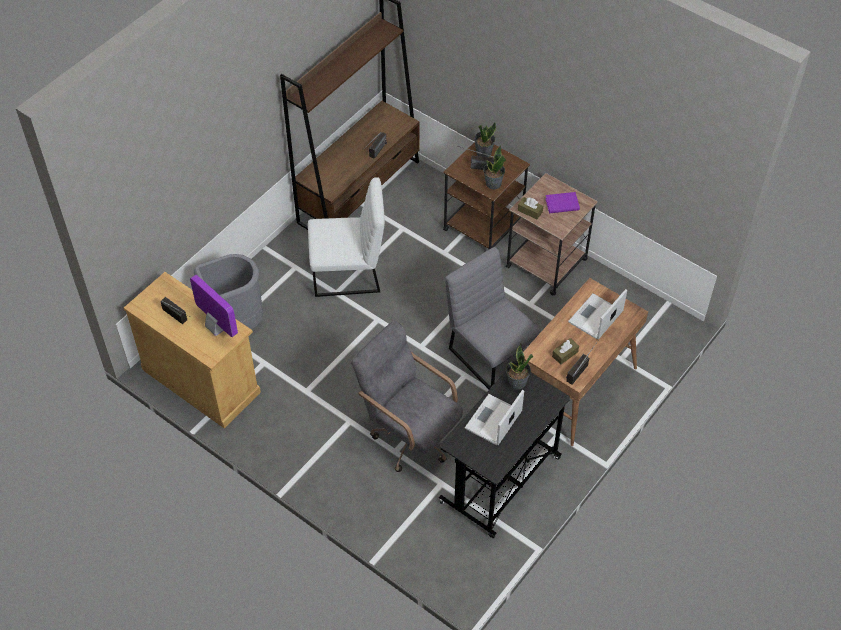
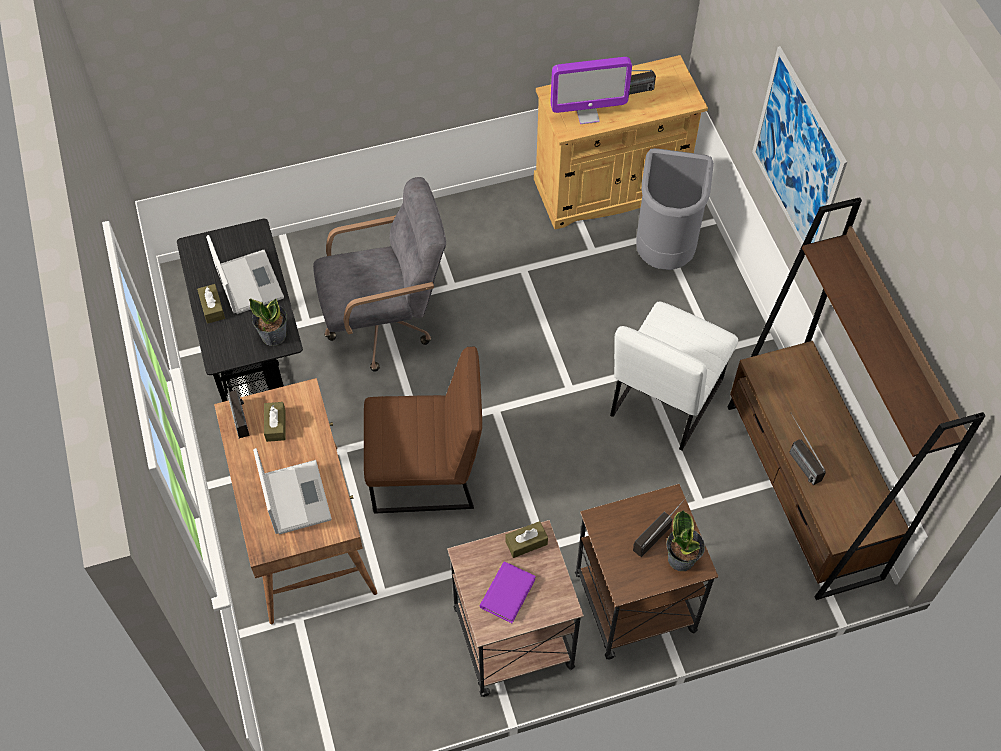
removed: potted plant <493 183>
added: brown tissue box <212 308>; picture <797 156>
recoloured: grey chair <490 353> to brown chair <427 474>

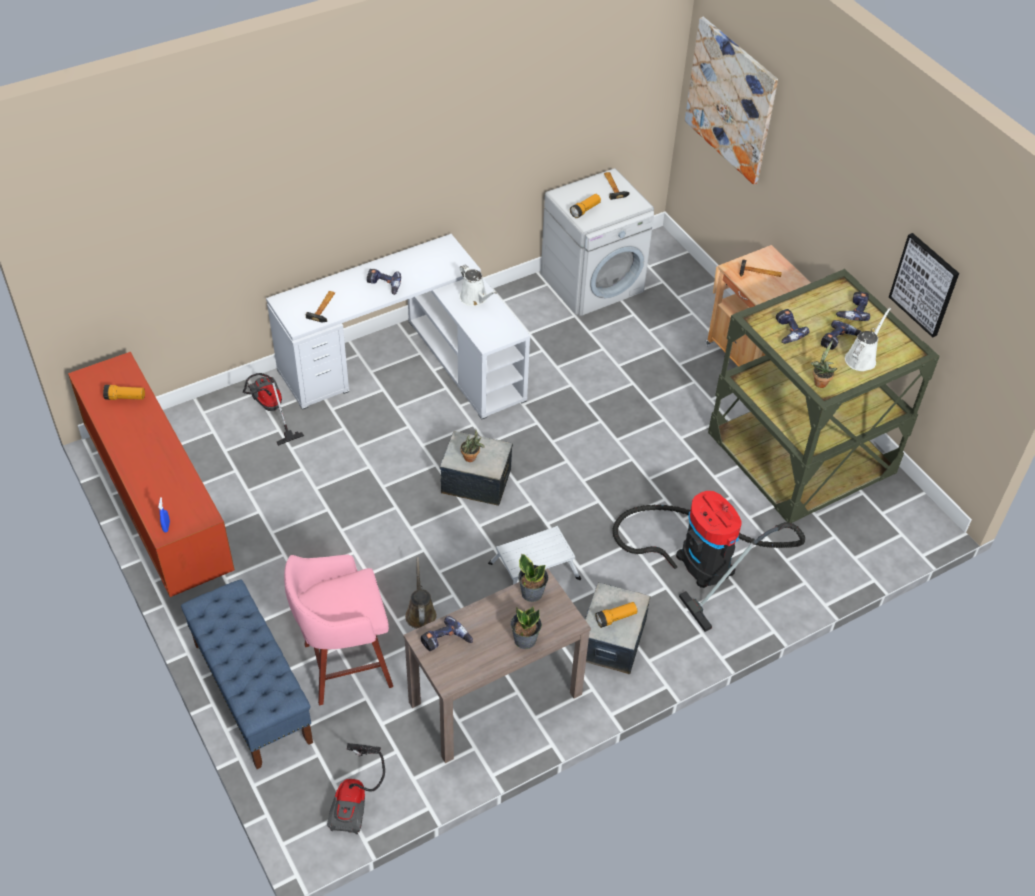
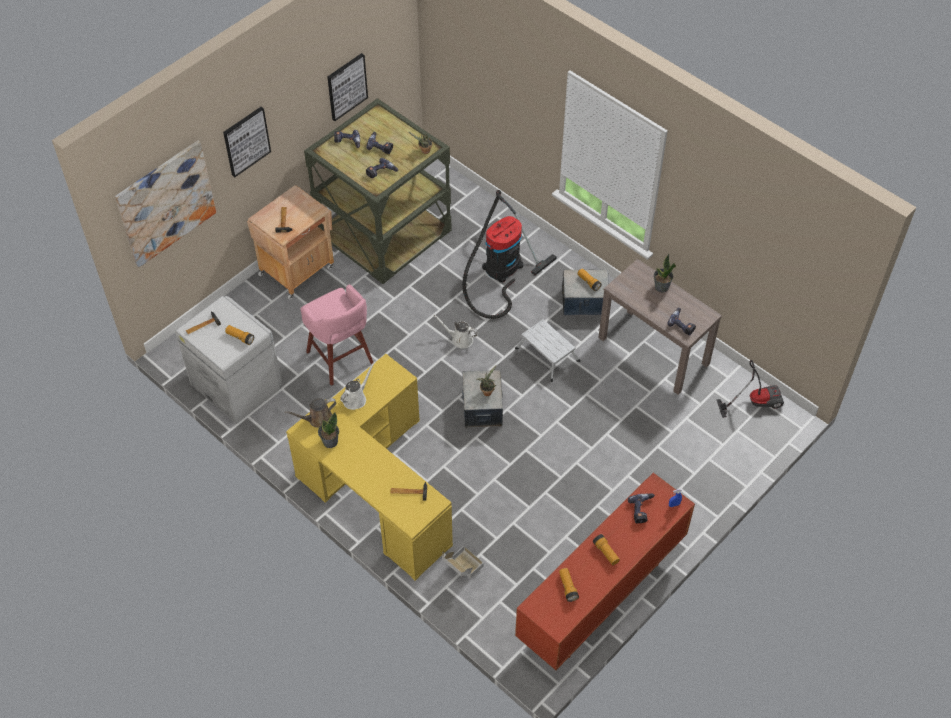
removed: blue bench <252 692>
added: picture <246 141>; flashlight <606 553>
moved: brown watering can <420 613> to <317 419>; pink stool <344 666> to <341 359>; potted plant <532 592> to <330 441>; white watering can <862 358> to <460 339>; power drill <383 286> to <642 510>
replaced: vacuum cleaner <269 410> to cardboard box <461 569>
recoloured: white desk <410 363> to yellow desk <373 486>

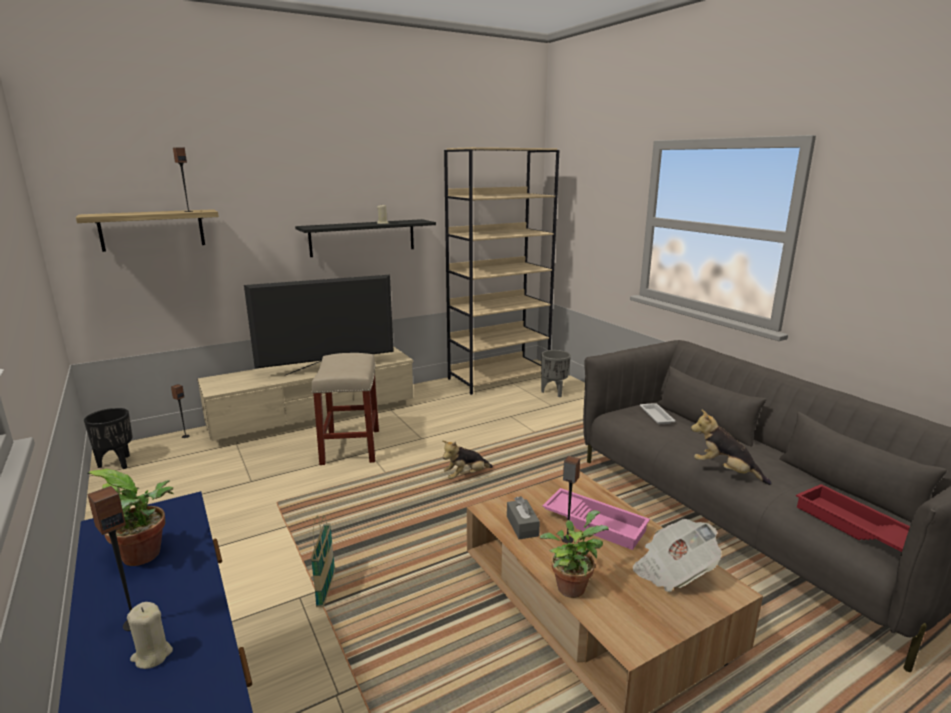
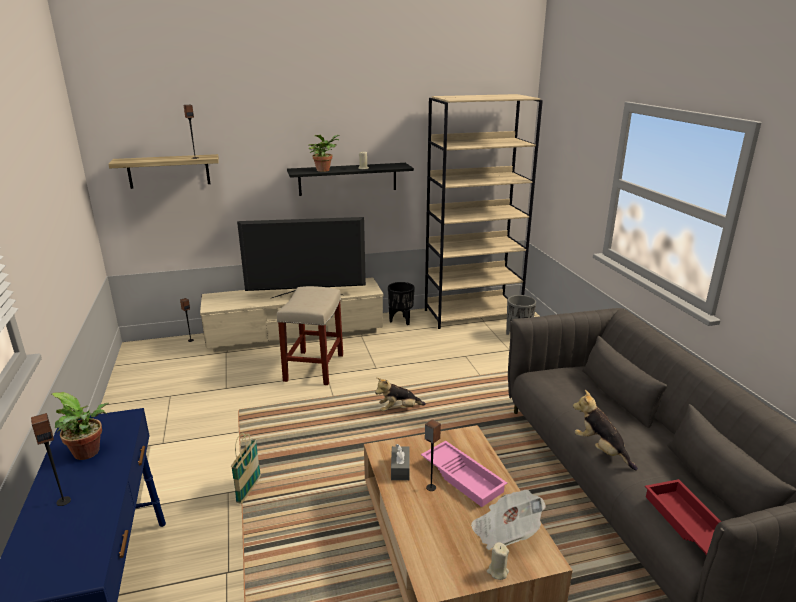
removed: white tray <656 416>
moved: potted plant <571 585> to <324 170>; black planter <117 463> to <401 321>; beige candle <152 655> to <497 571>

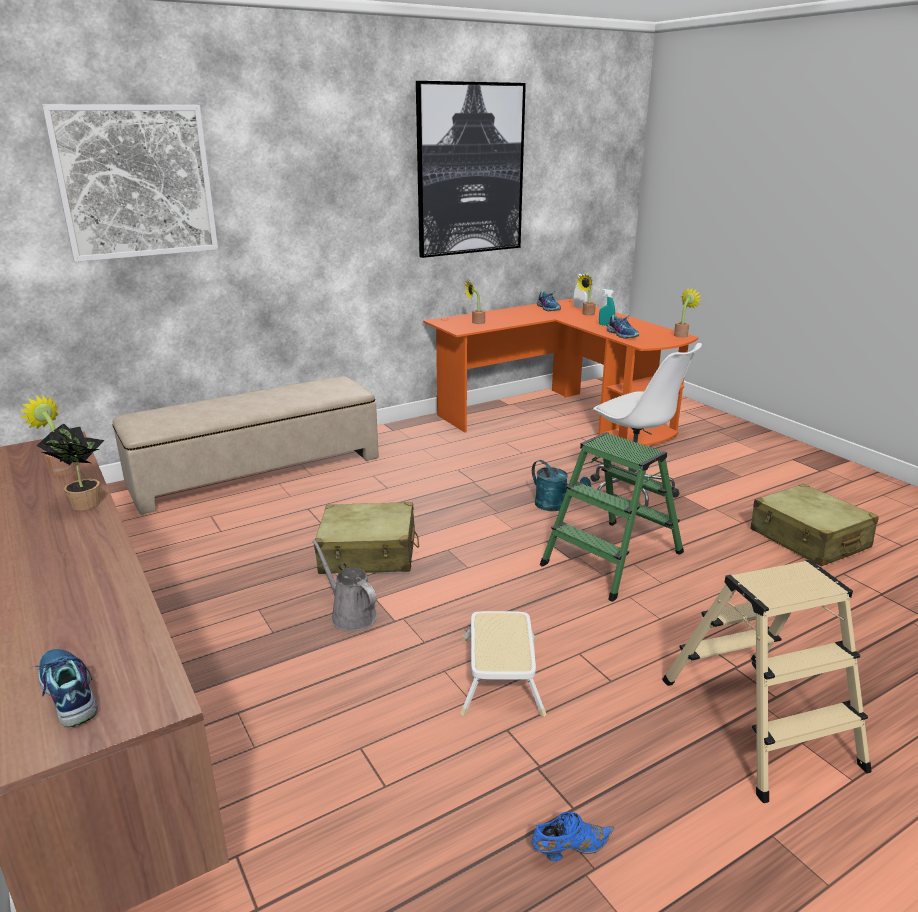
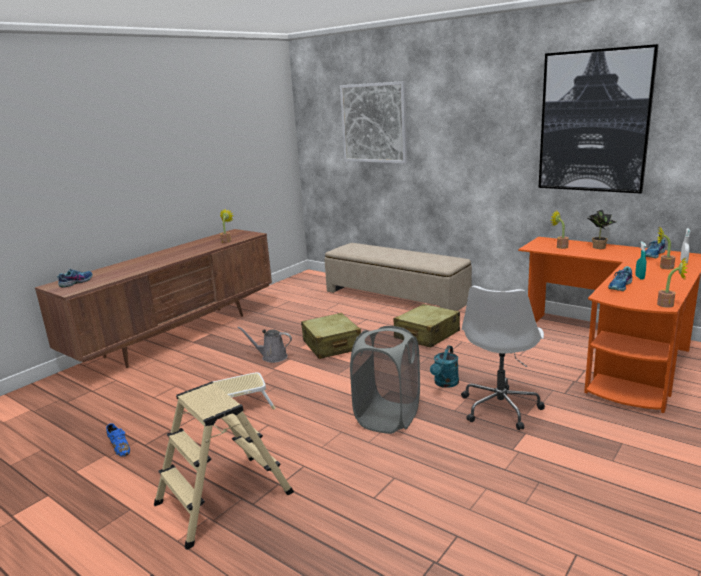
moved: beige suitcase <809 539> to <426 335>; potted plant <83 502> to <598 247>
replaced: green step ladder <612 558> to grey laundry basket <388 417>
turned: grey watering can <350 614> = <272 357> 105 degrees counterclockwise

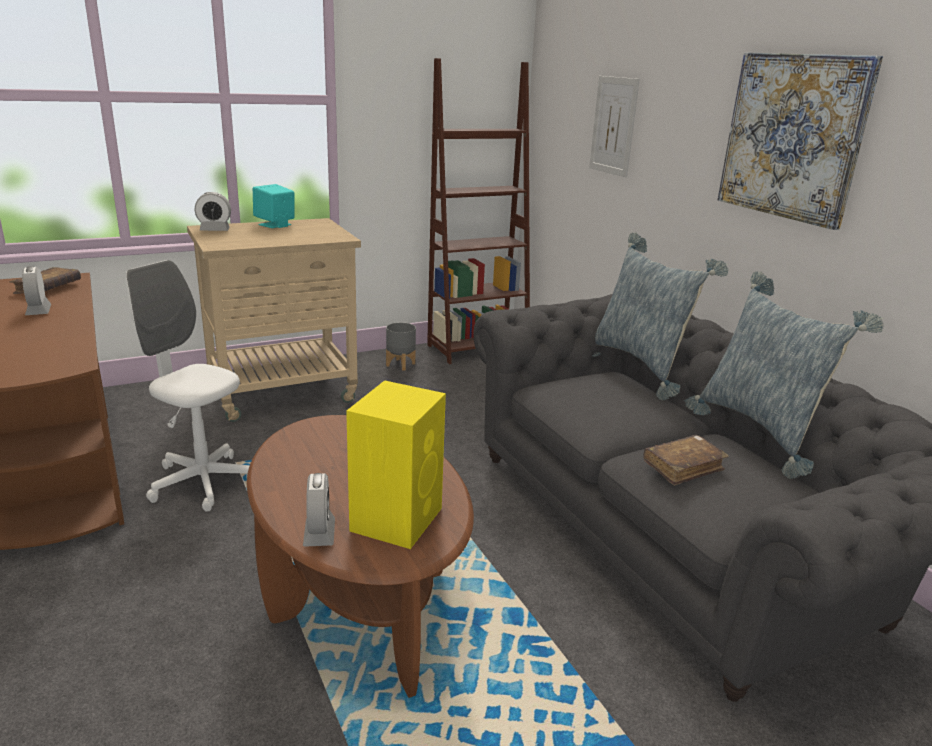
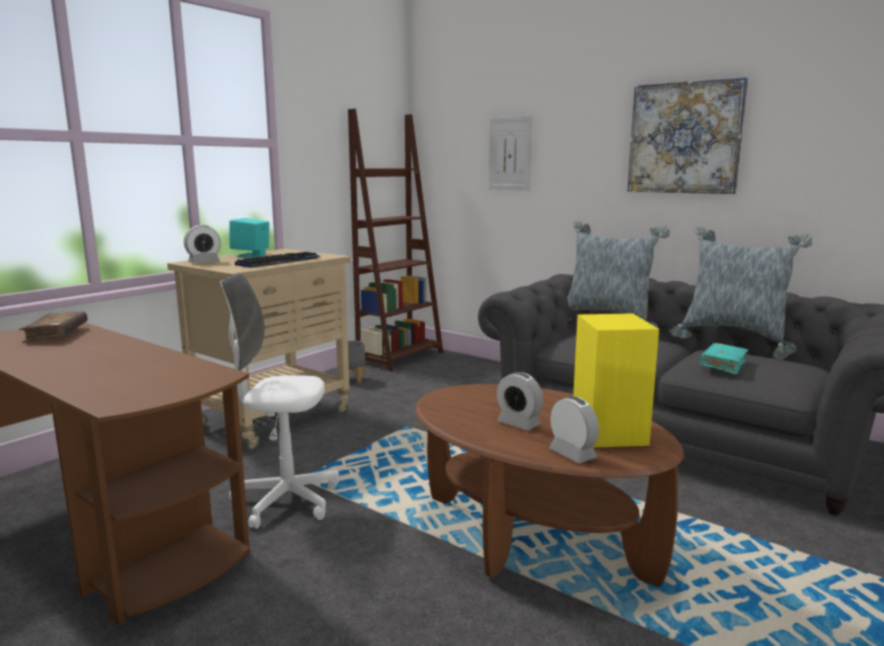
added: keyboard <279 261>
moved: alarm clock <38 311> to <518 424>
recoloured: brown book <683 467> to turquoise book <723 365>

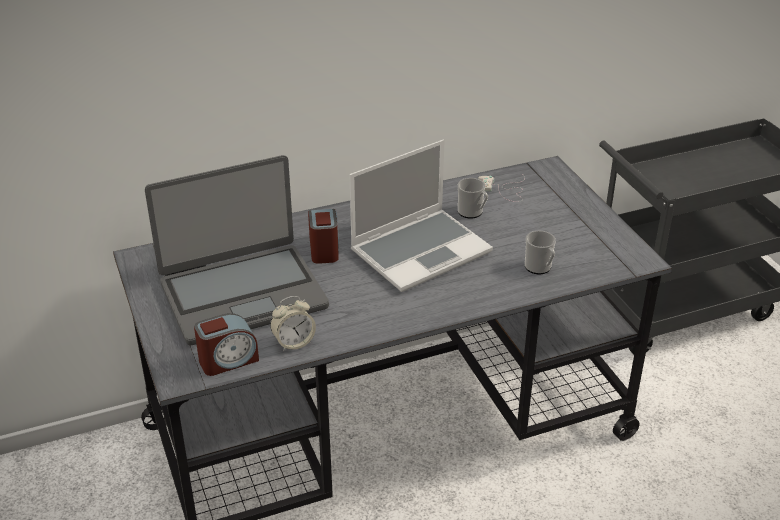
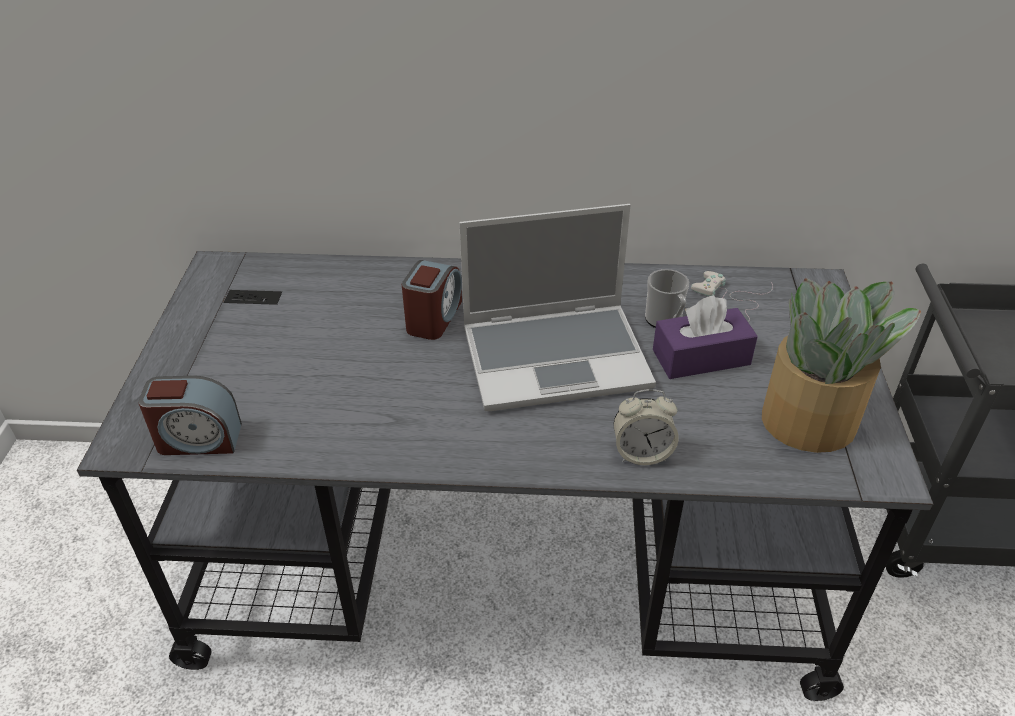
removed: laptop <242 294>; mug <540 268>
added: purple tissue box <701 357>; potted plant <811 422>
moved: alarm clock <293 342> to <642 453>

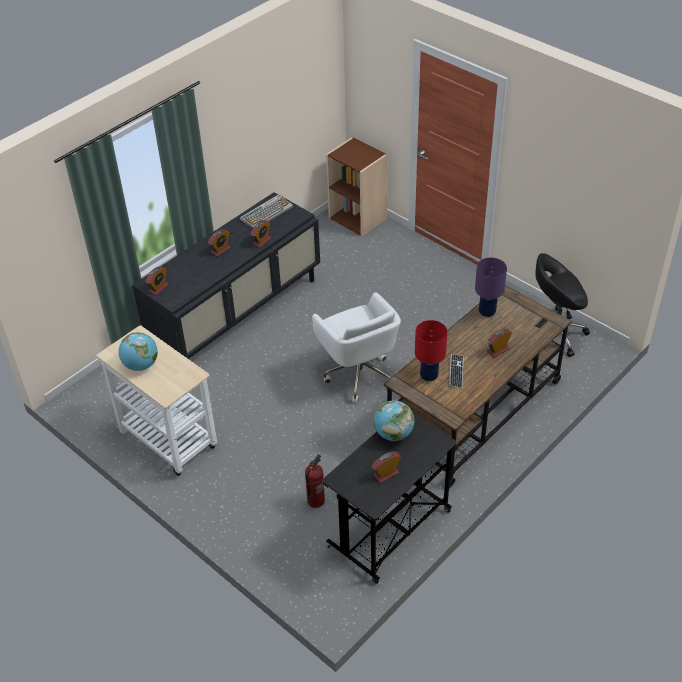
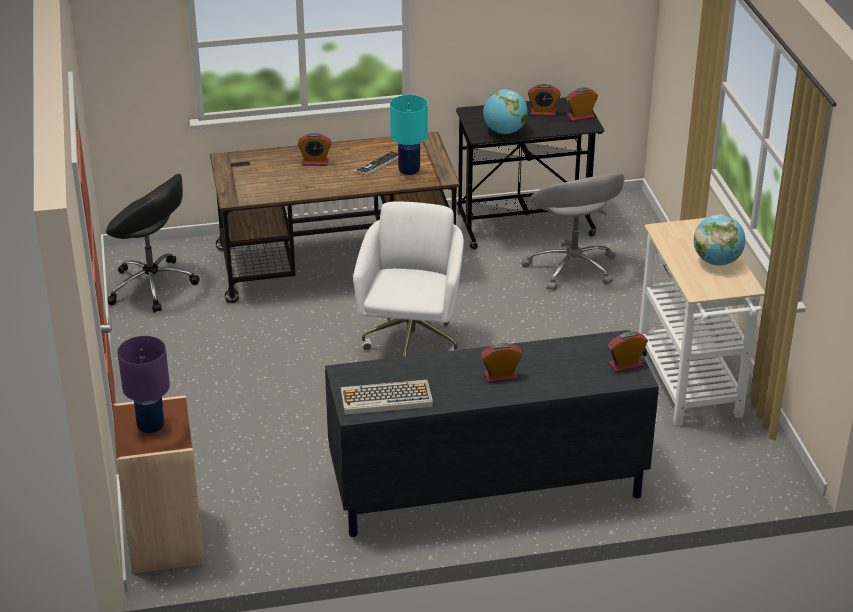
moved: purple table lamp <487 312> to <150 427>; alarm clock <261 241> to <580 116>
replaced: fire extinguisher <315 500> to grey office chair <572 269>
recoloured: red table lamp <428 376> to turquoise table lamp <409 171>

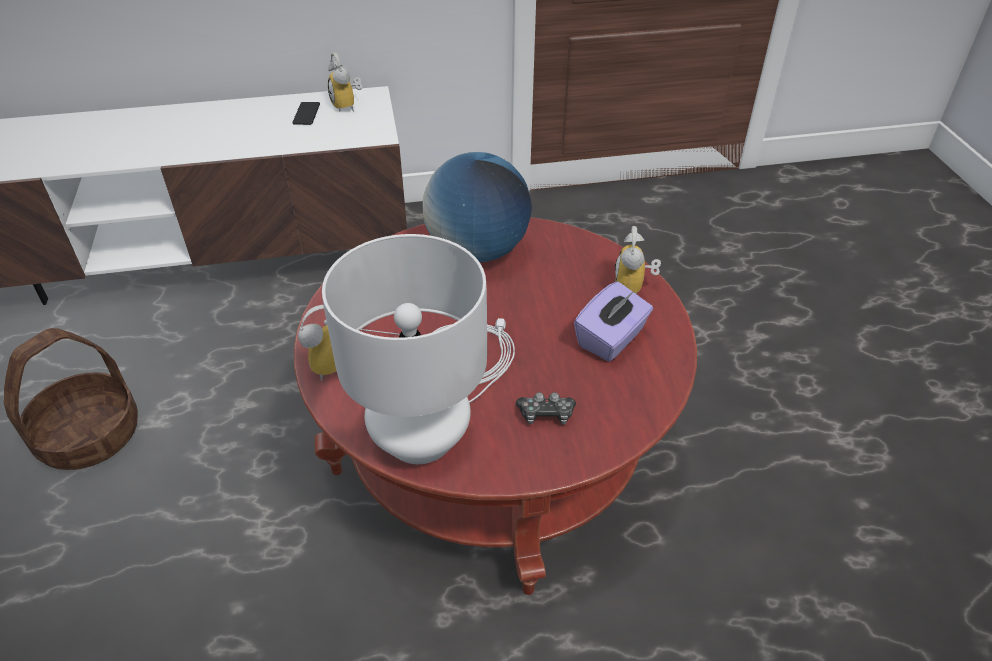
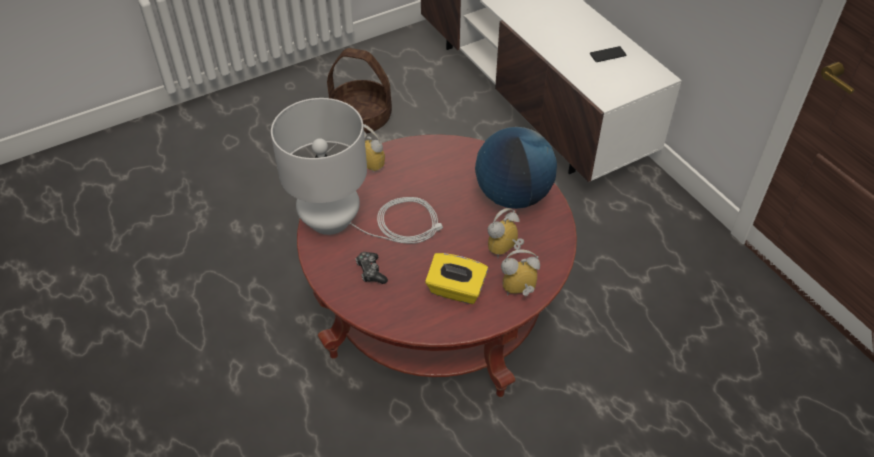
moved: alarm clock <348 105> to <505 251>
recoloured: purple tissue box <611 339> to yellow tissue box <456 290>

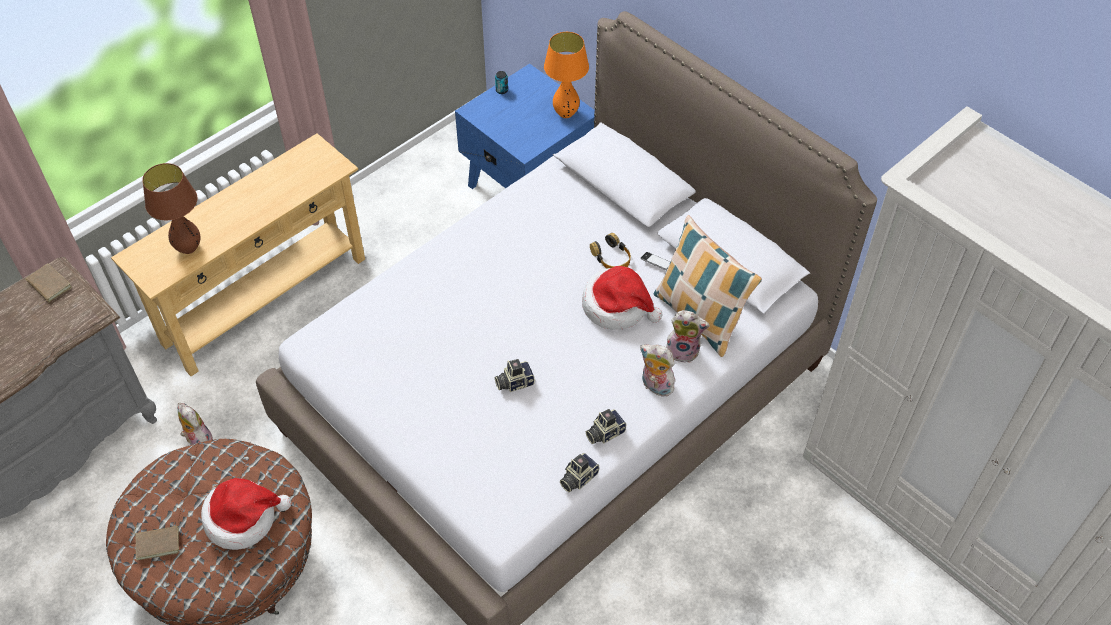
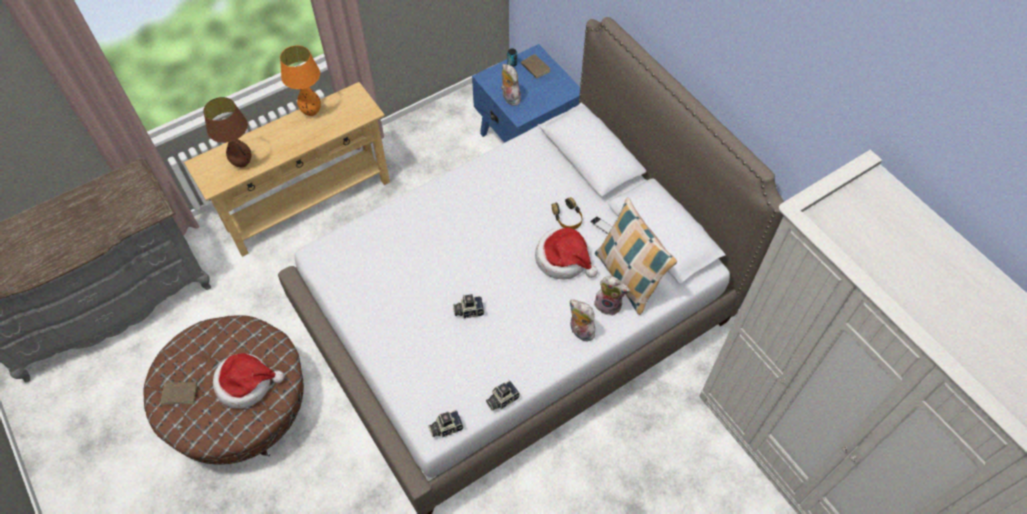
moved: orange table lamp <566 114> to <312 112>; photo camera <604 432> to <445 427>; plush toy <198 441> to <509 98>; brown book <48 285> to <534 68>

